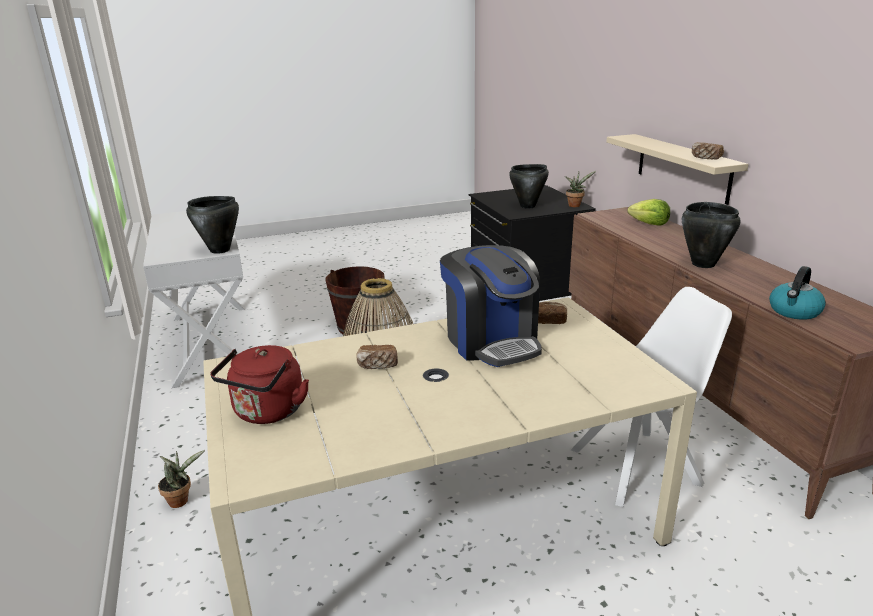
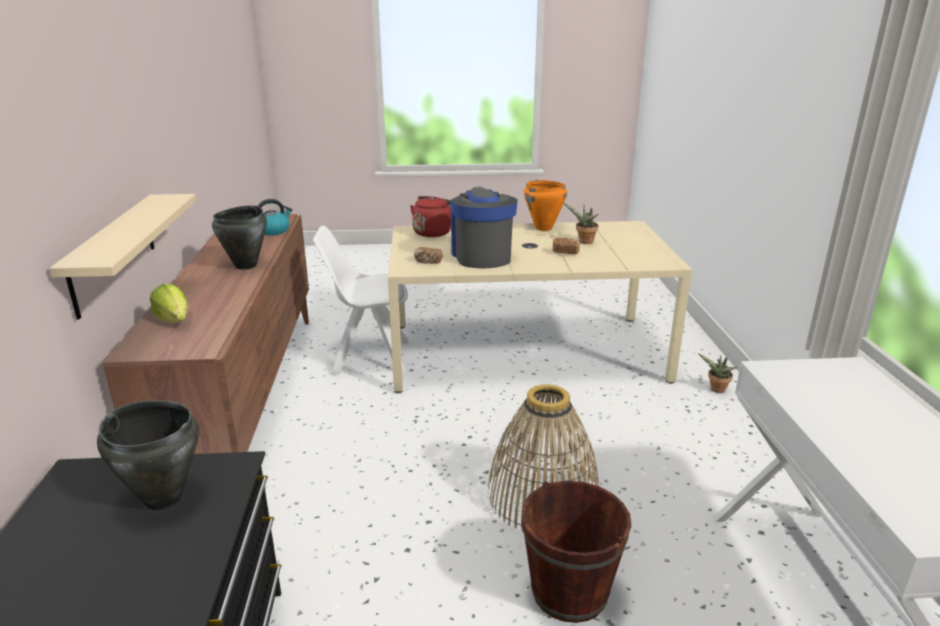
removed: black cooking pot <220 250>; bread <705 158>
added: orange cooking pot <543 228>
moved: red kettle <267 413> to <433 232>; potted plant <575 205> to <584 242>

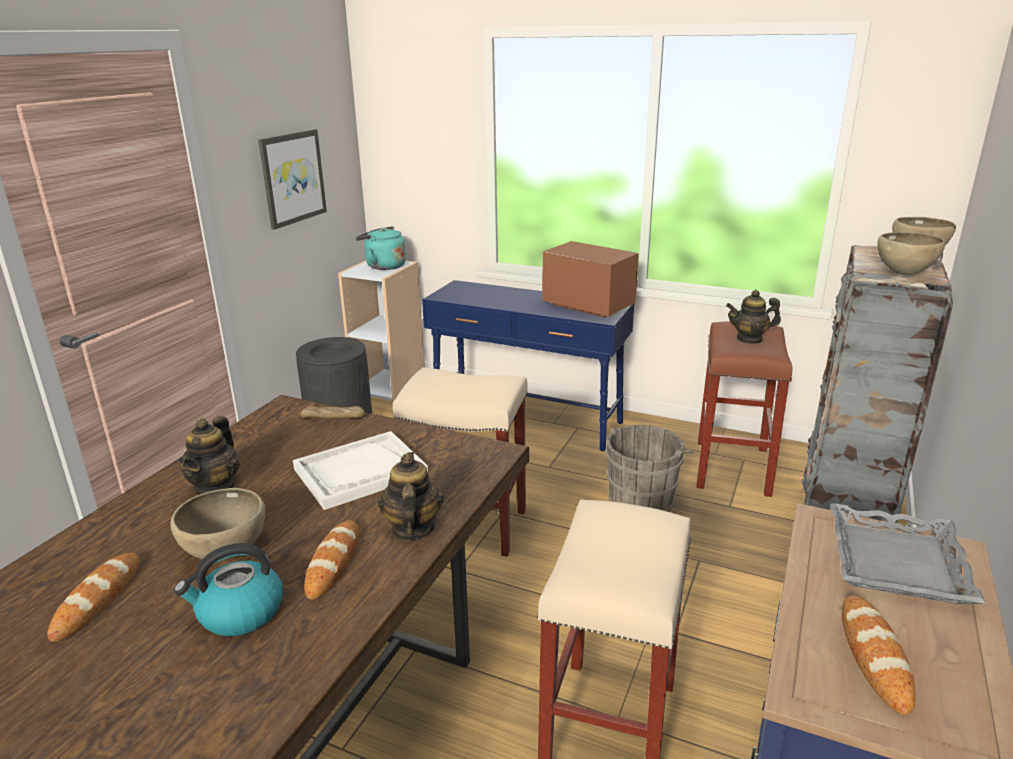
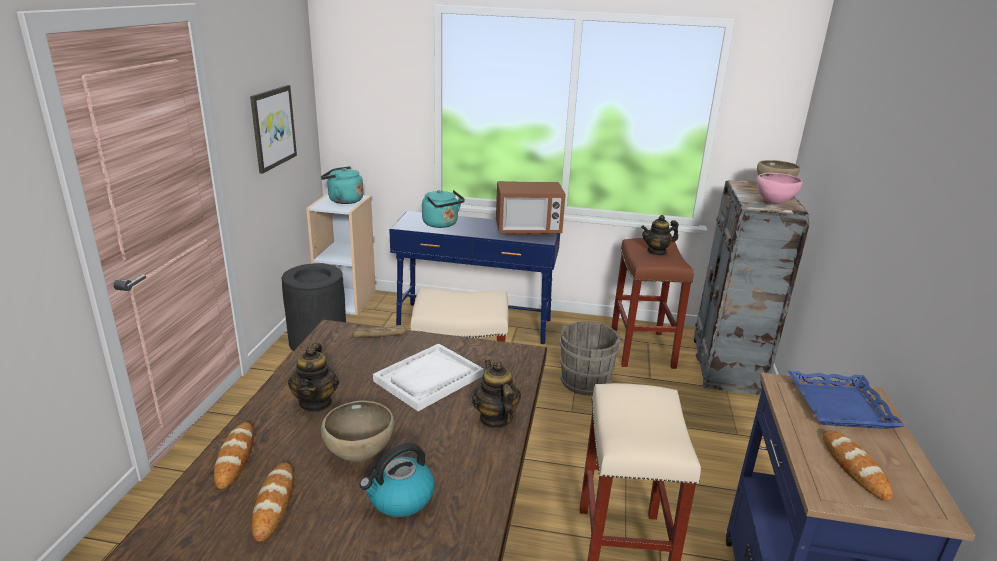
added: turquoise kettle <442 224>
moved: bread <333 562> to <235 457>
recoloured: brown bowl <904 274> to pink bowl <774 203>; grey tray <898 563> to blue tray <840 406>
turned: microwave <588 306> = <528 230> 150 degrees clockwise

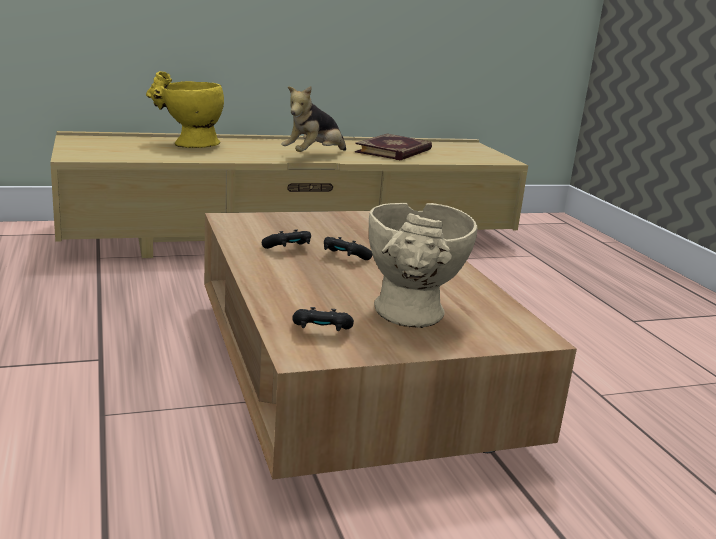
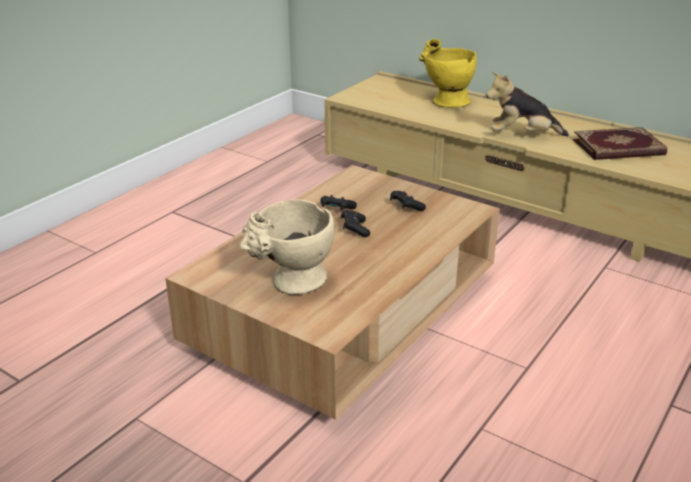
moved: black game controller <321 332> to <406 207>

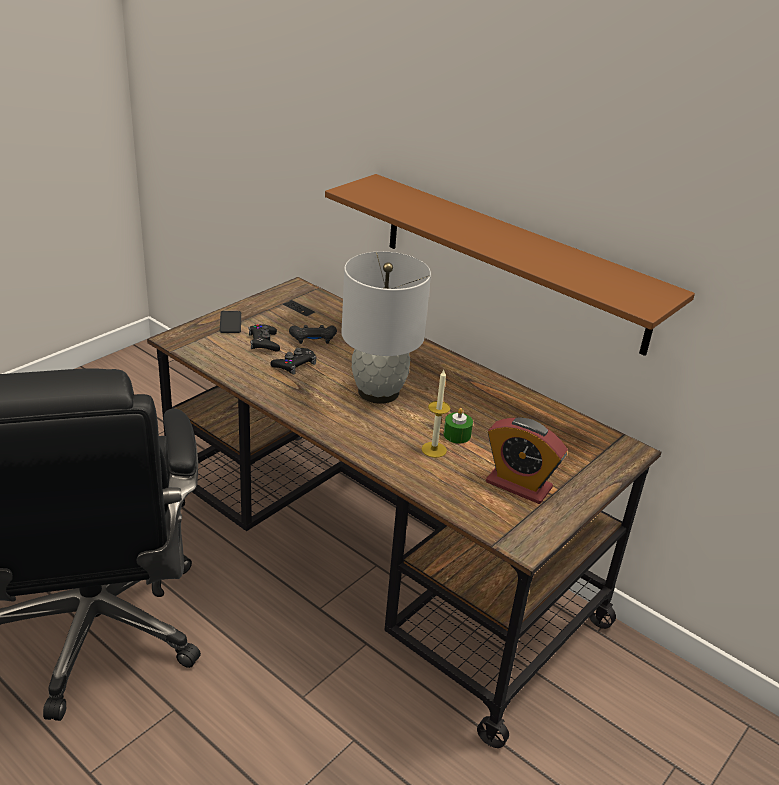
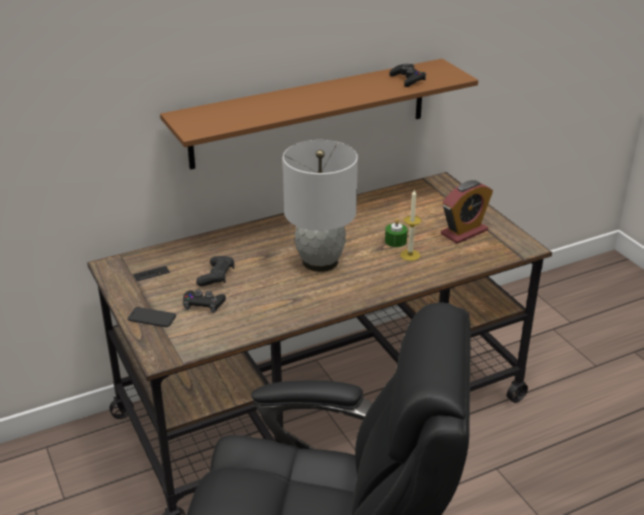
moved: black game controller <294 365> to <408 79>

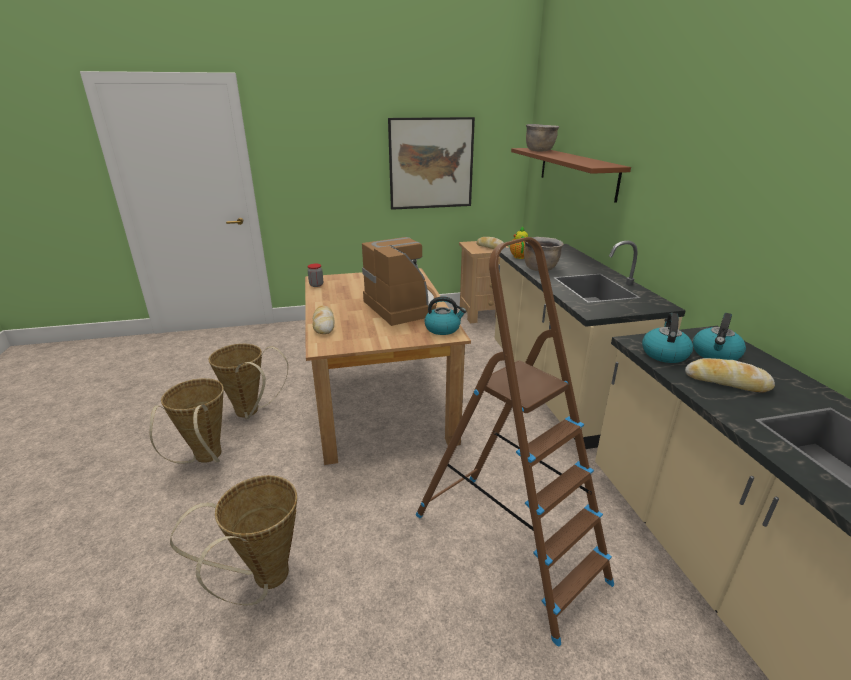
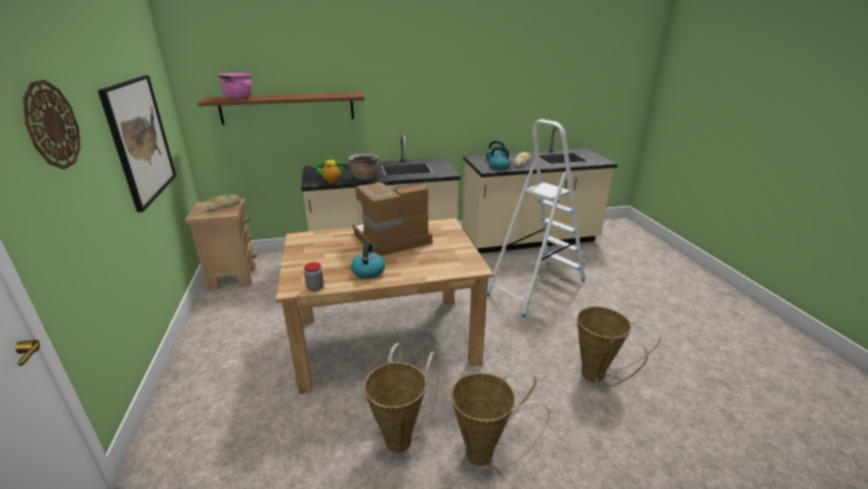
removed: bread <324 324>
added: wall clock <52 125>
moved: kettle <443 328> to <368 271>
recoloured: brown cooking pot <540 151> to pink cooking pot <239 98>; brown step ladder <508 547> to white step ladder <536 287>

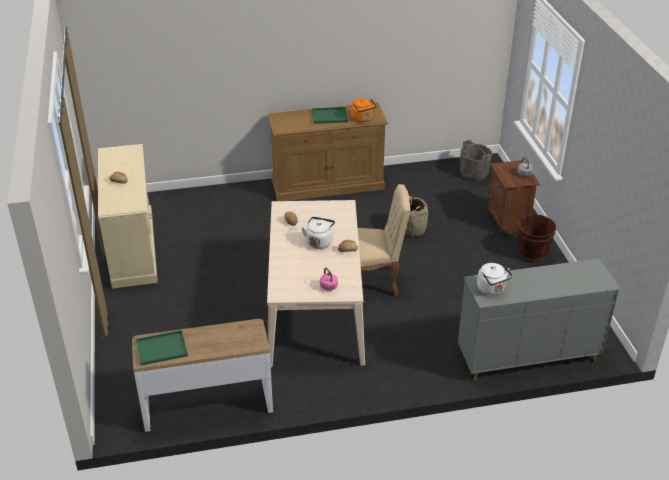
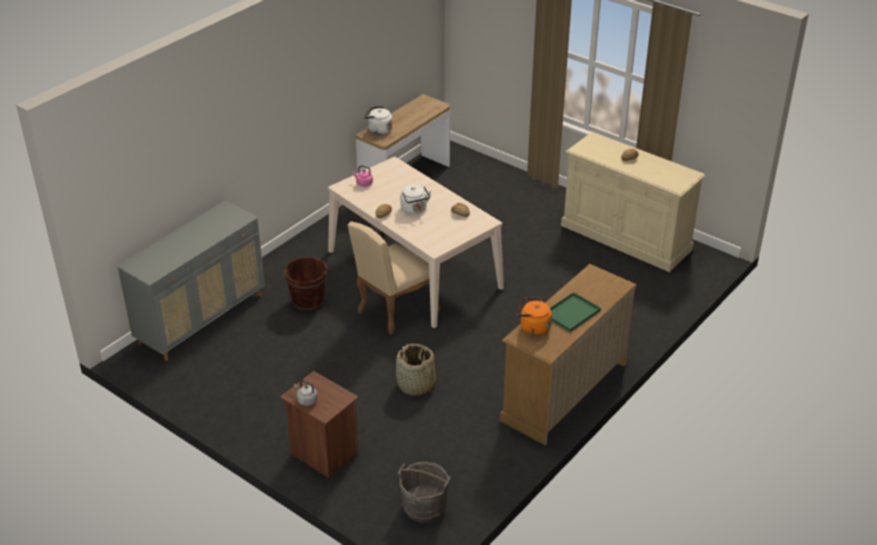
removed: green tray <160 349>
moved: brown bucket <532 254> to <308 301>; white kettle <492 289> to <378 130>

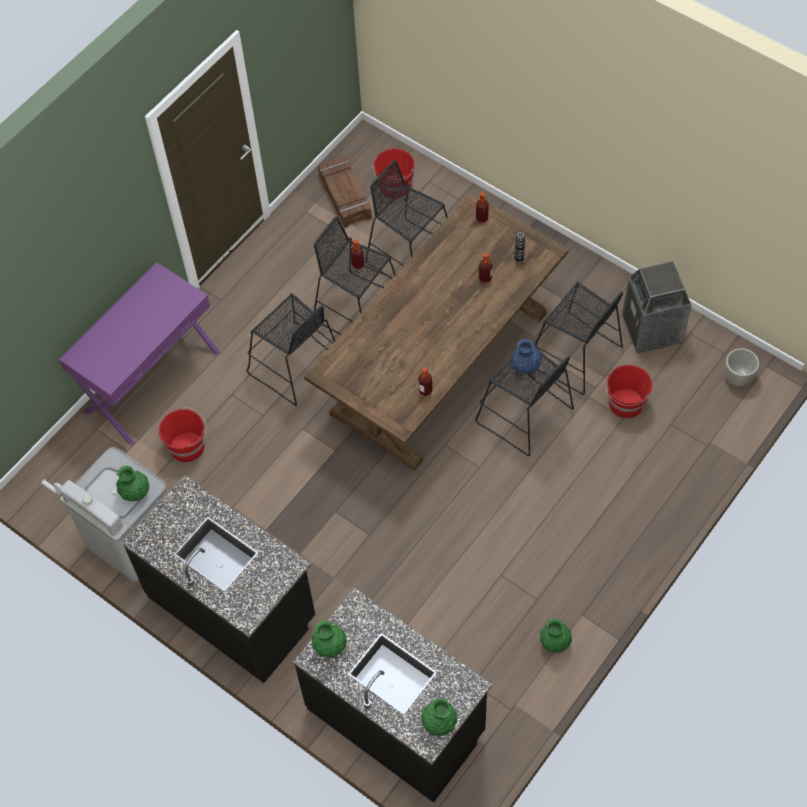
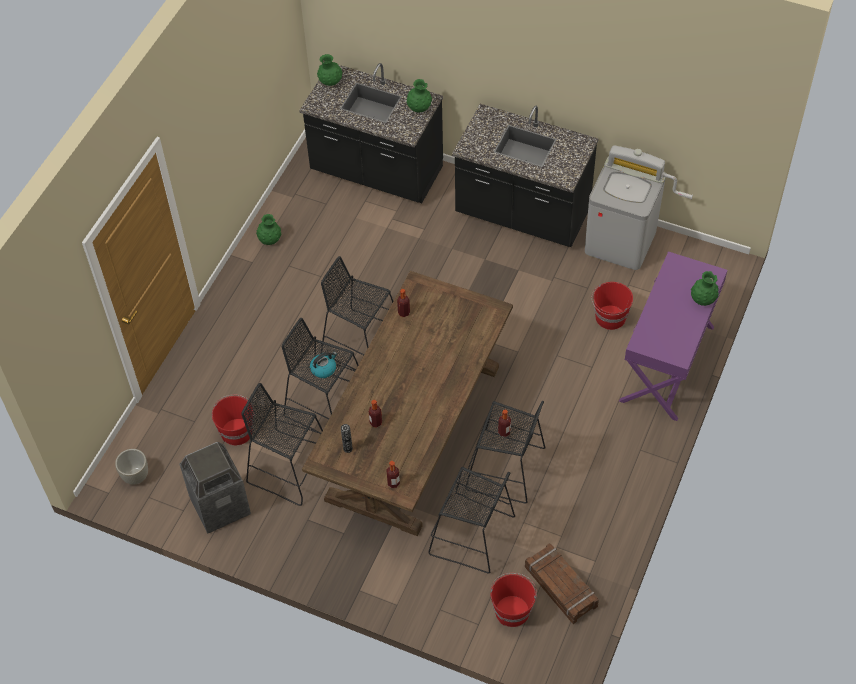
moved: black stool <294 365> to <363 342>; green vase <135 492> to <703 300>
replaced: blue vase <525 367> to kettle <323 369>

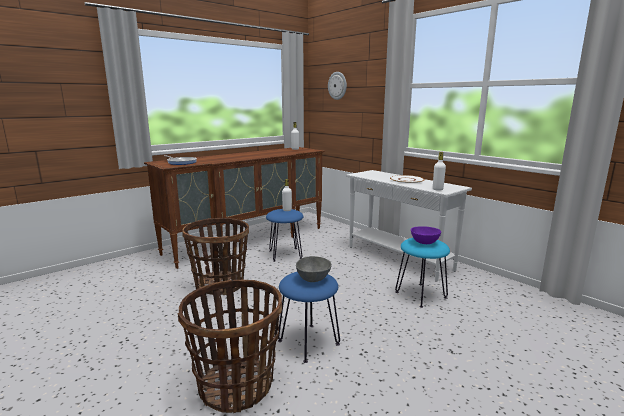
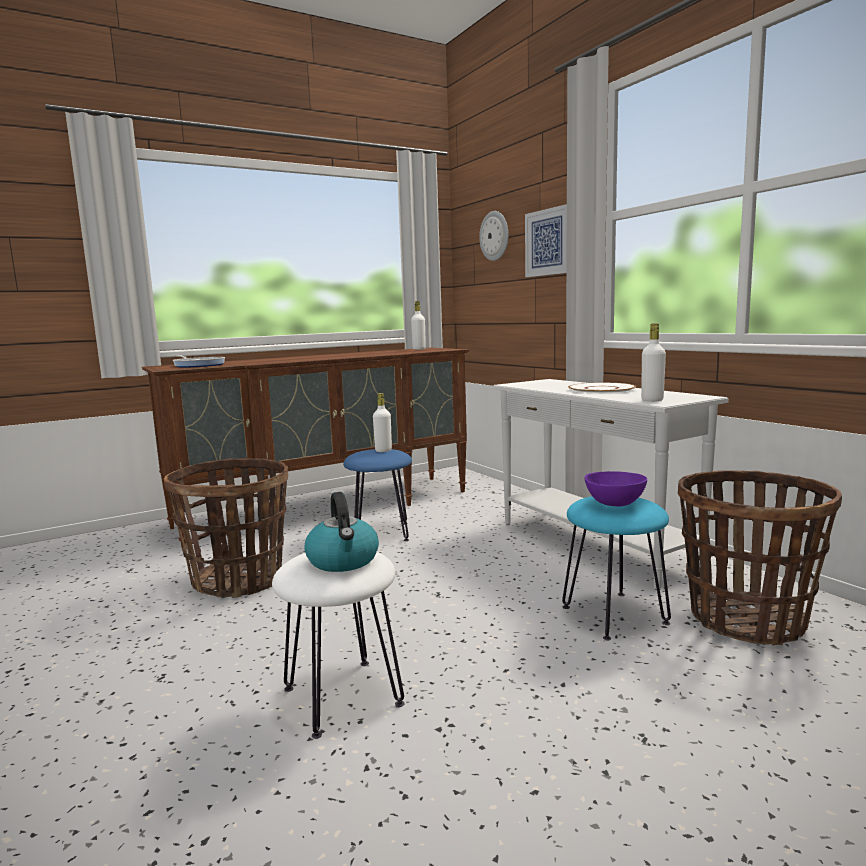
added: picture <549 242>
moved: basket <236 386> to <746 619>
replaced: grey bowl <313 278> to kettle <343 561>
recoloured: blue stool <308 342> to white stool <342 696>

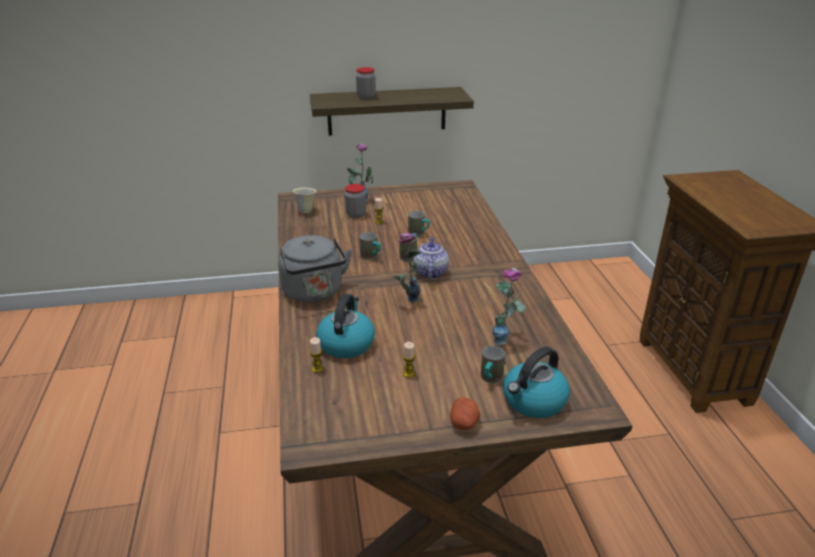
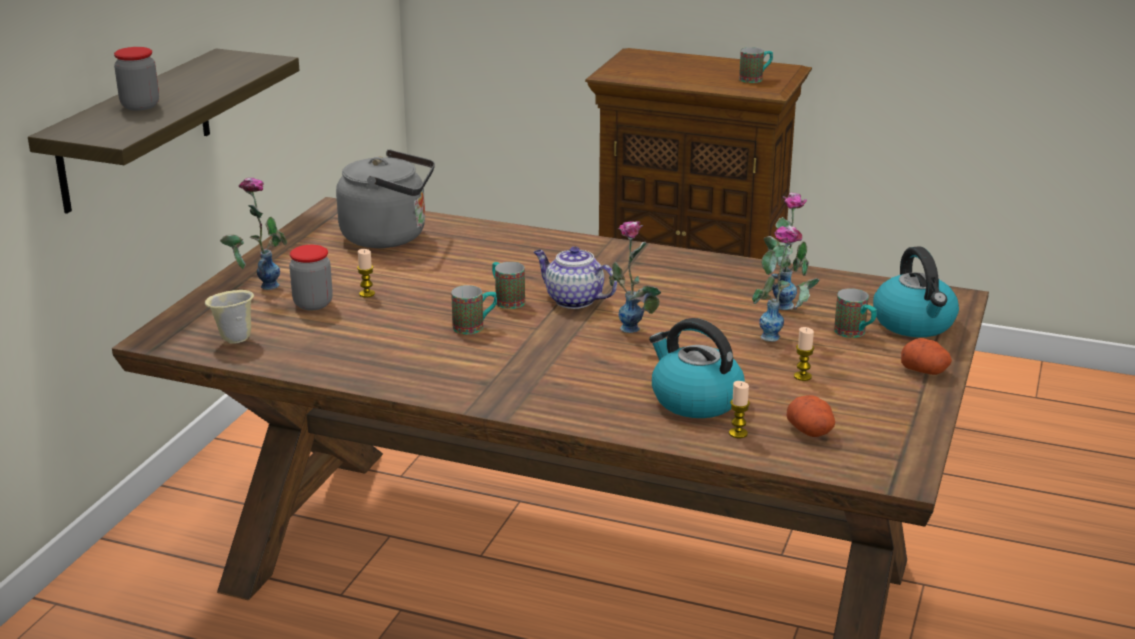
added: vase <784 339>; potato <811 431>
moved: grey kettle <314 293> to <390 237>; mug <419 234> to <755 79>

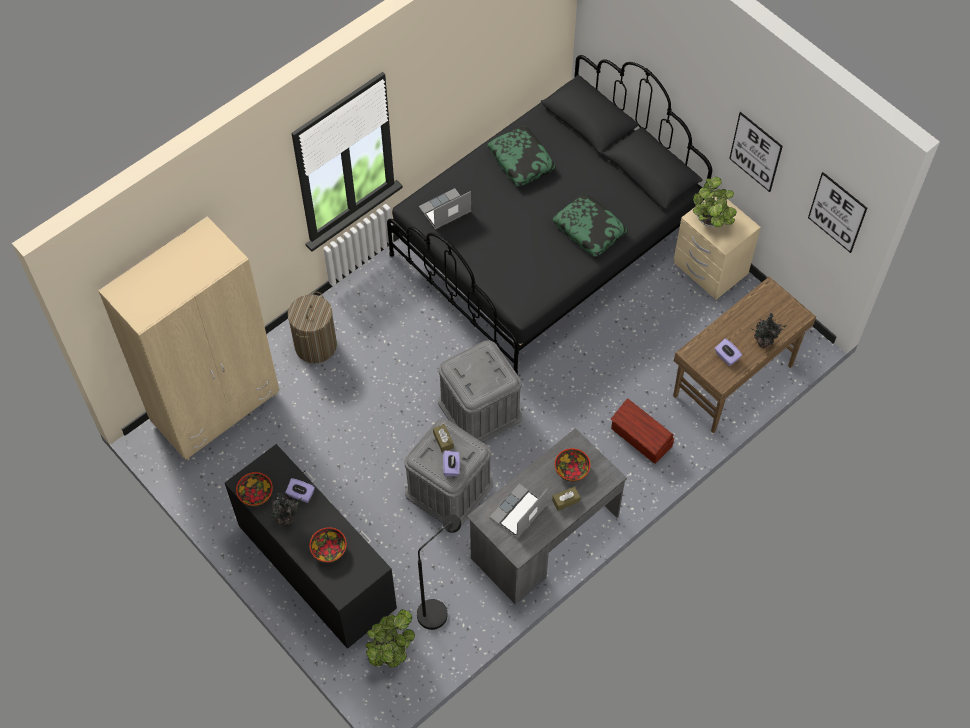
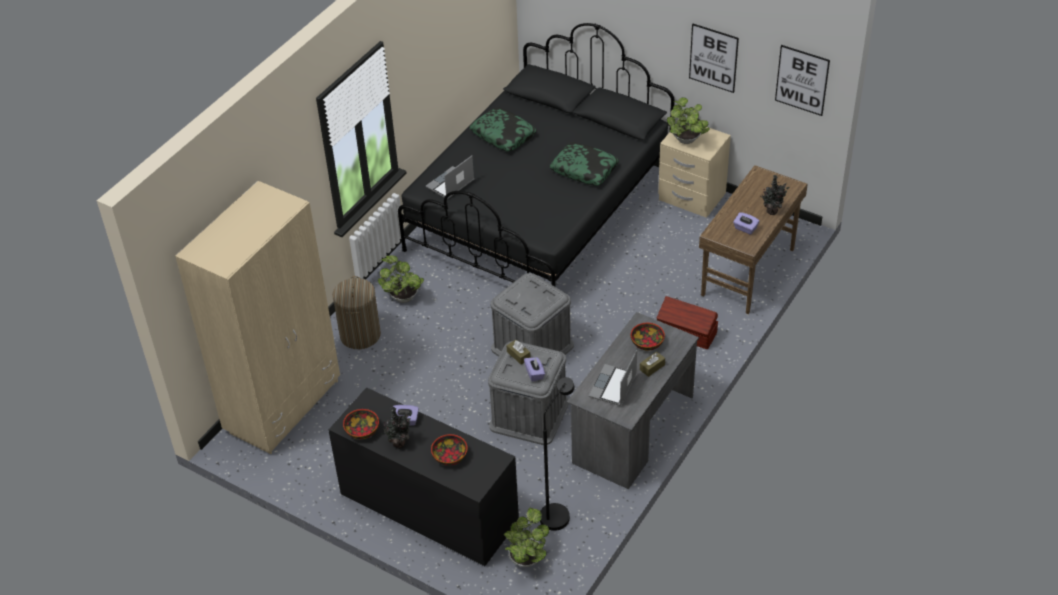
added: potted plant <402 296>

